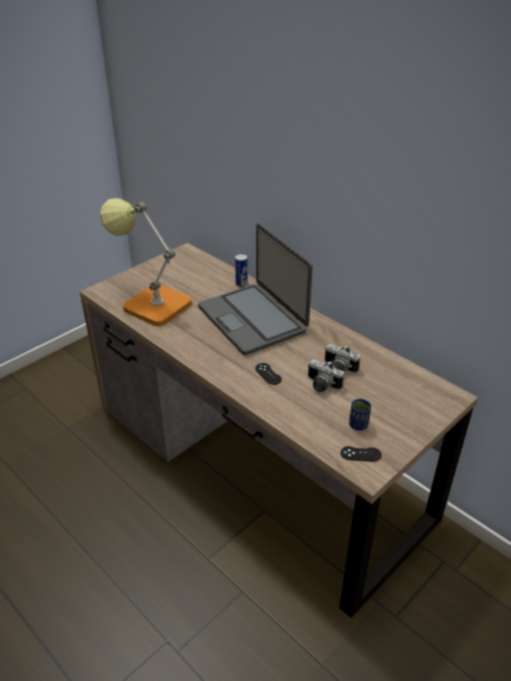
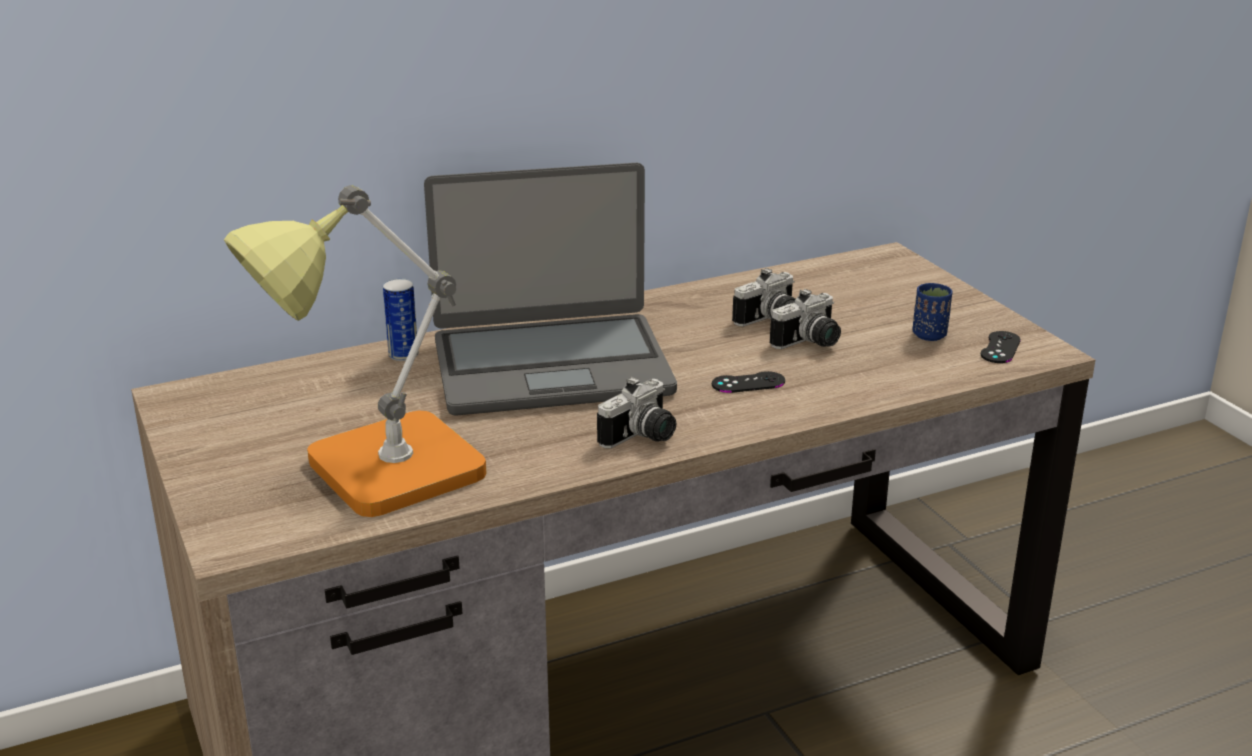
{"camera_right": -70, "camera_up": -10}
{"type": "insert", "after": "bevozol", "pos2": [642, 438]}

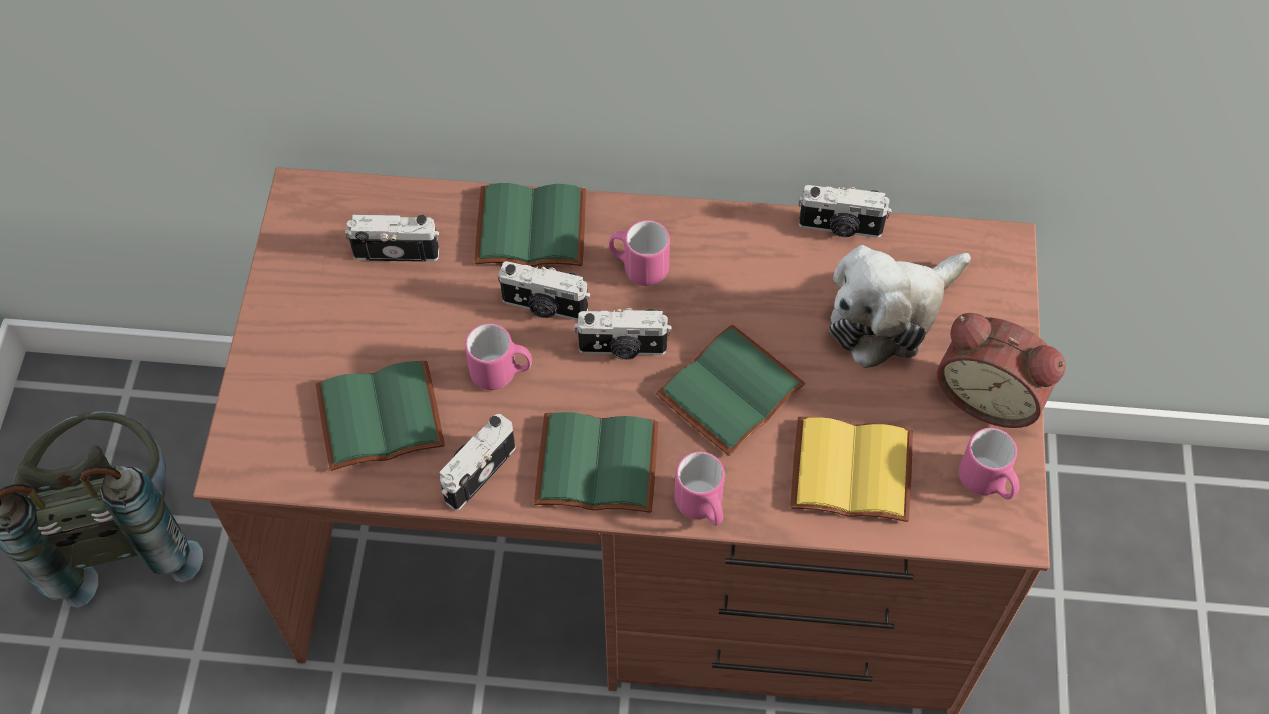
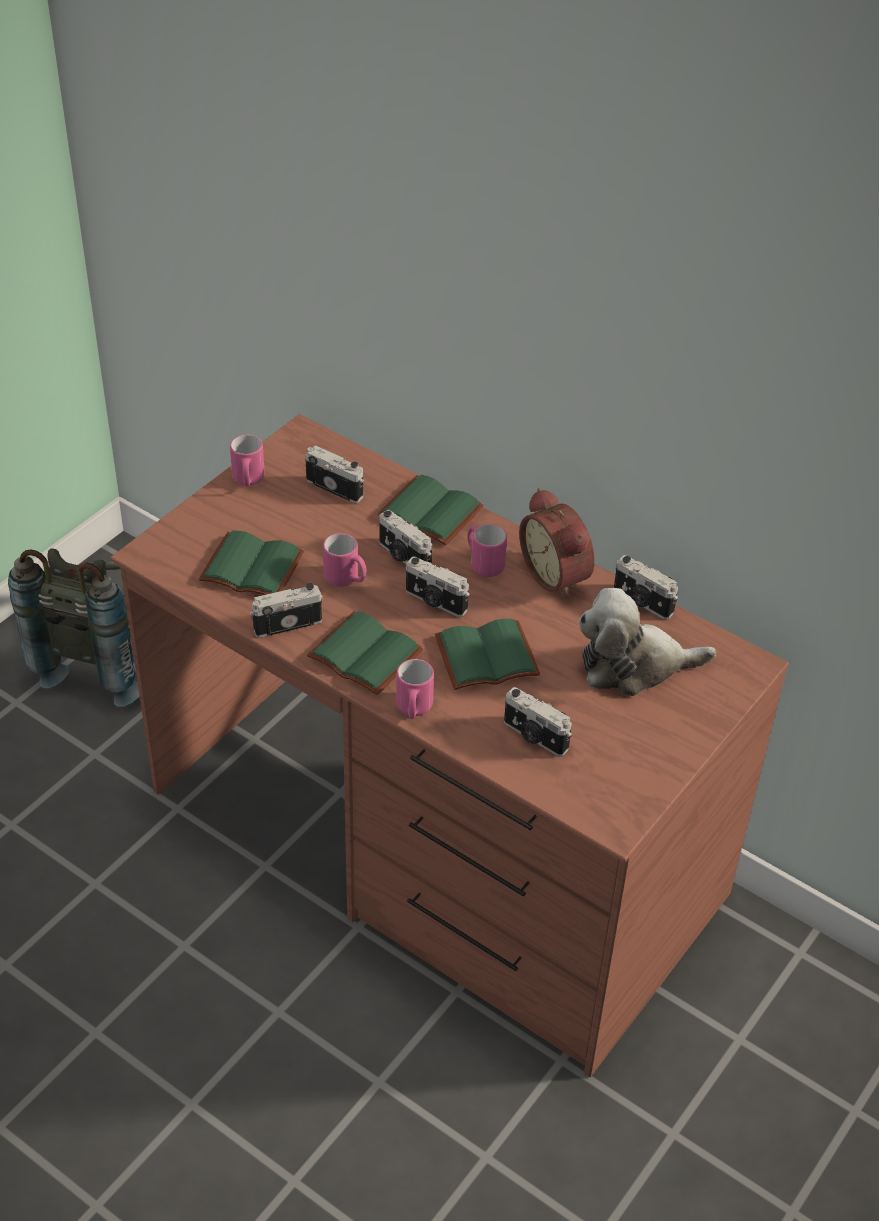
{"camera_right": 30, "camera_up": -15}
{"type": "move", "before": "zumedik", "pos1": [990, 394], "pos2": [557, 575]}
{"type": "move", "before": "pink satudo", "pos1": [987, 483], "pos2": [248, 480]}
{"type": "replace", "before": "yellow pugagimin", "after": "bevozol", "pos1": [853, 467], "pos2": [534, 737]}

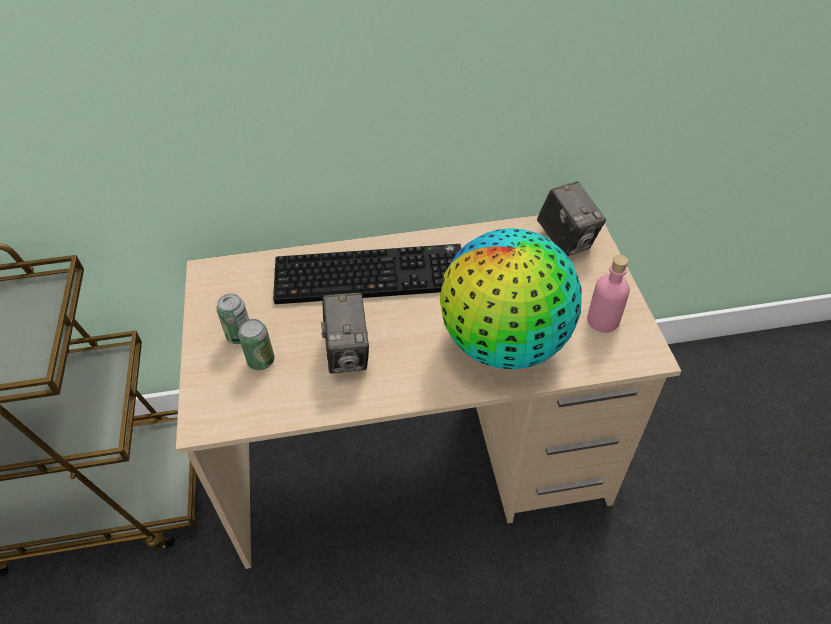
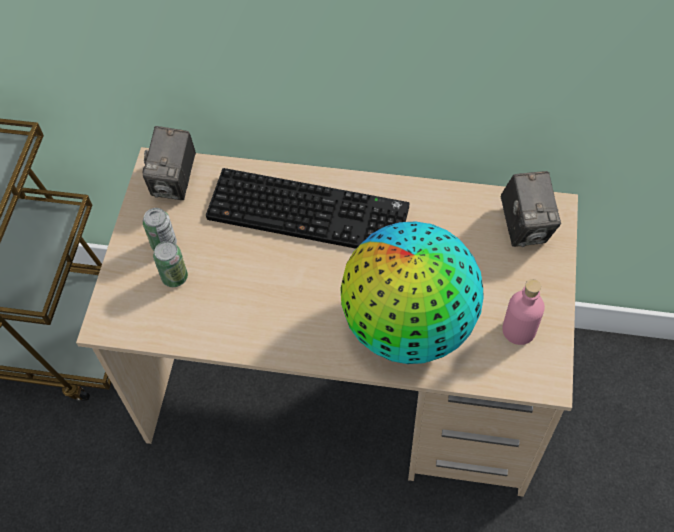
{"camera_right": 20, "camera_up": 10}
{"type": "move", "before": "bevozol", "pos1": [348, 353], "pos2": [175, 181]}

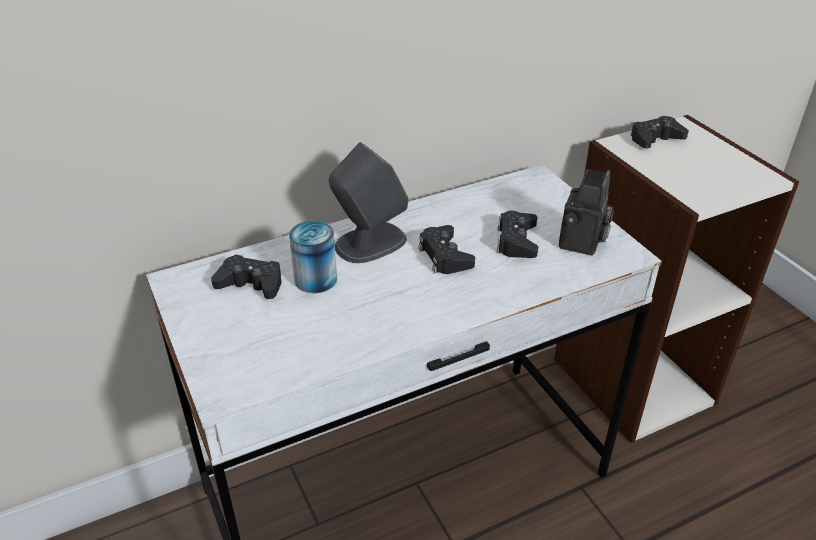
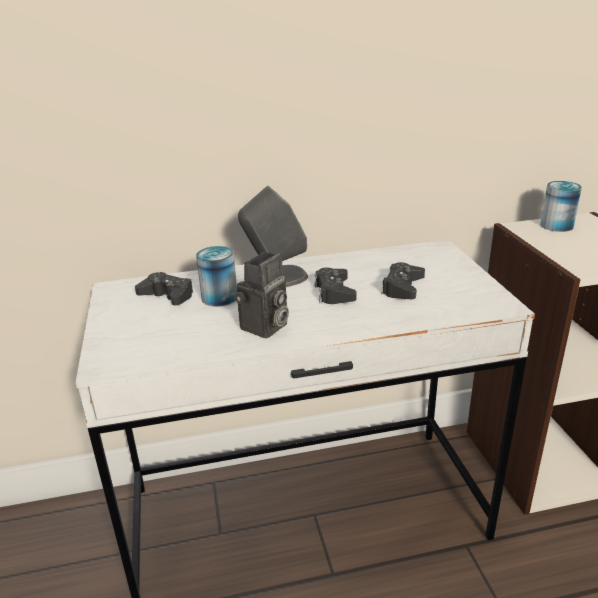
{"camera_right": 15, "camera_up": -10}
{"type": "move", "before": "bevozol", "pos1": [582, 244], "pos2": [265, 328]}
{"type": "replace", "before": "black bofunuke", "after": "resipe", "pos1": [655, 139], "pos2": [556, 225]}

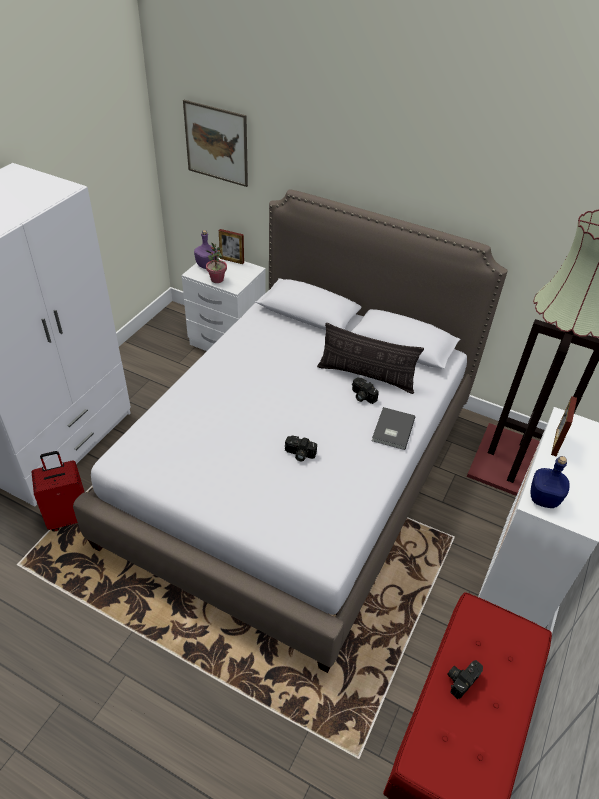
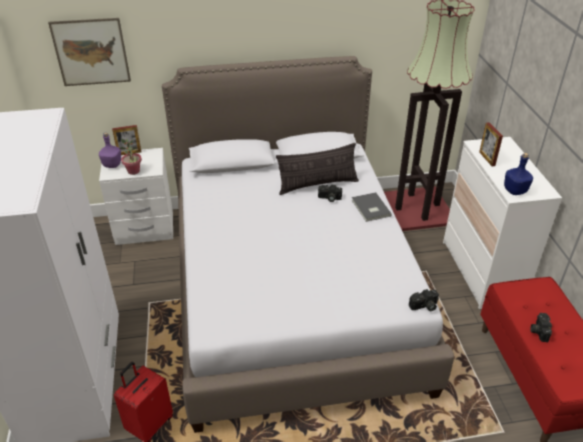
{"camera_right": -35, "camera_up": -5}
{"type": "move", "before": "bevozol", "pos1": [299, 454], "pos2": [424, 306]}

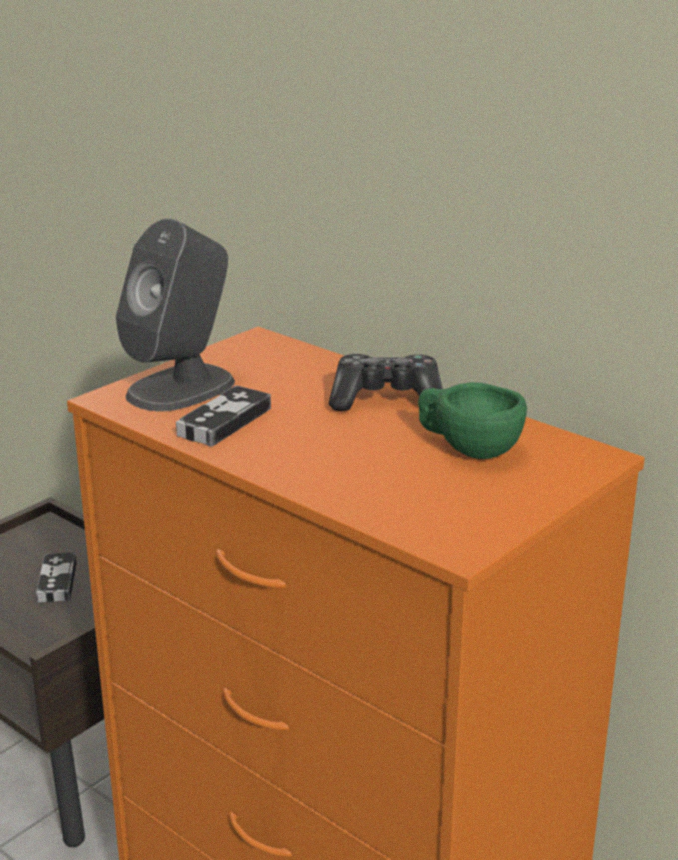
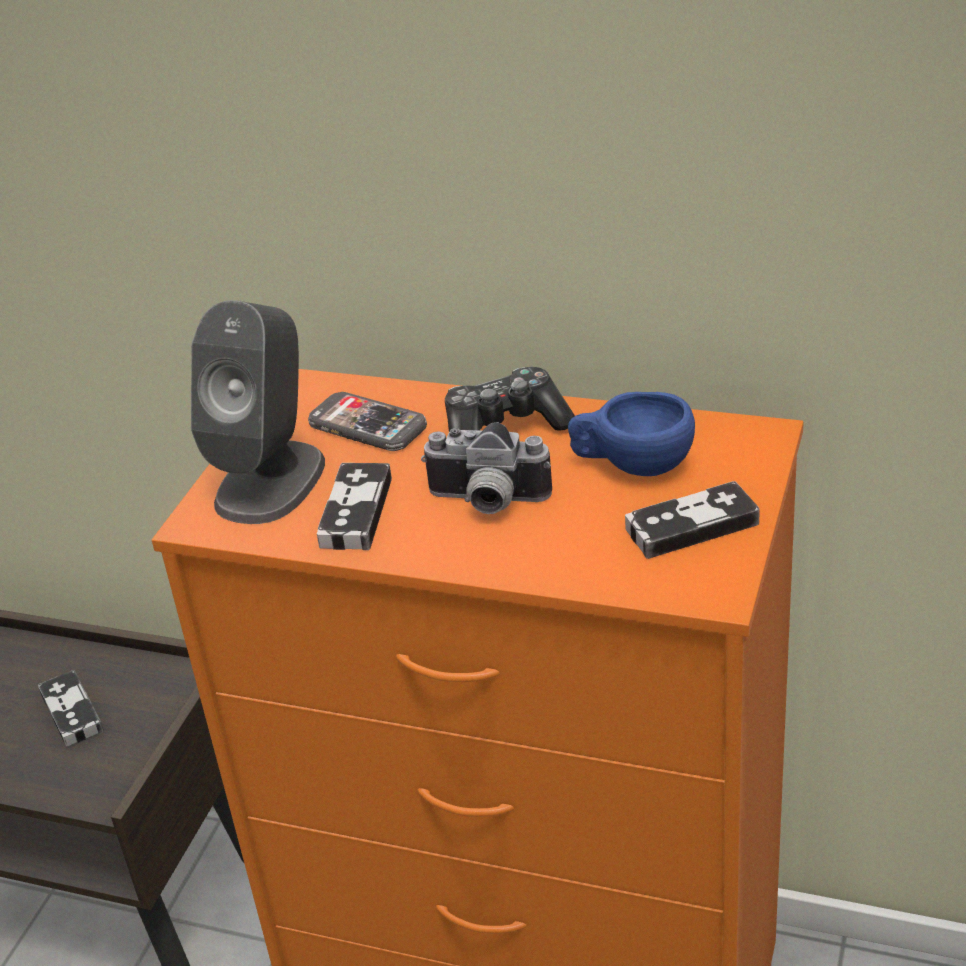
{"camera_right": -20, "camera_up": 10}
{"type": "insert", "after": "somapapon", "pos2": [367, 425]}
{"type": "insert", "after": "bevozol", "pos2": [486, 502]}
{"type": "insert", "after": "bofunuke", "pos2": [691, 526]}
{"type": "recolor", "before": "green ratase", "after": "blue ratase", "pos1": [467, 448], "pos2": [632, 465]}

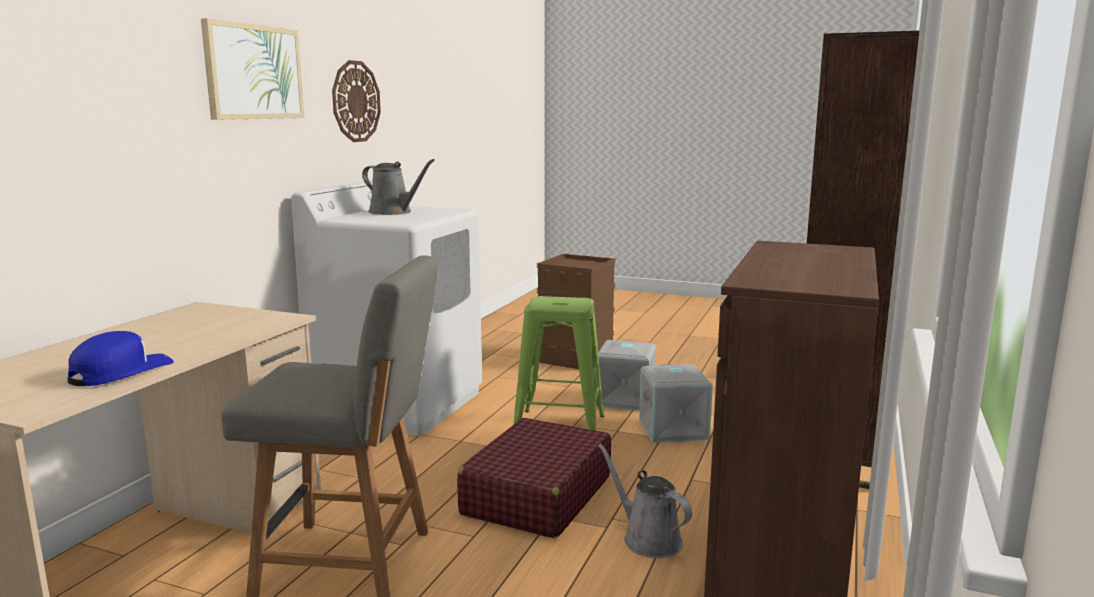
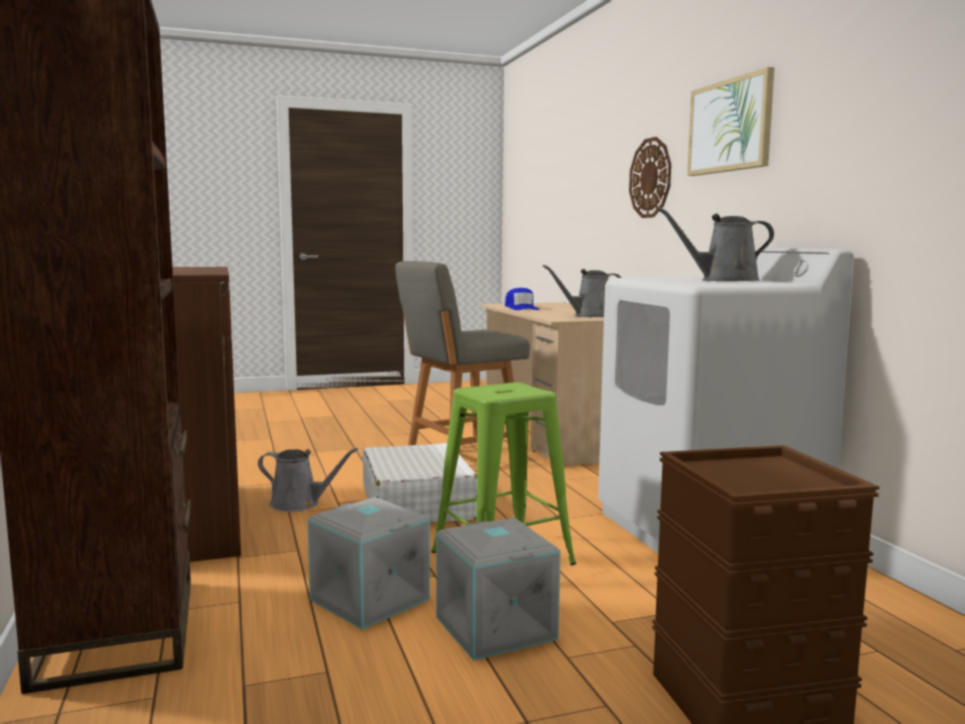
{"camera_right": 140, "camera_up": -5}
{"type": "insert", "after": "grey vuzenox", "pos2": [590, 316]}
{"type": "move", "before": "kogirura", "pos1": [356, 101], "pos2": [650, 178]}
{"type": "recolor", "before": "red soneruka", "after": "white soneruka", "pos1": [537, 496], "pos2": [417, 503]}

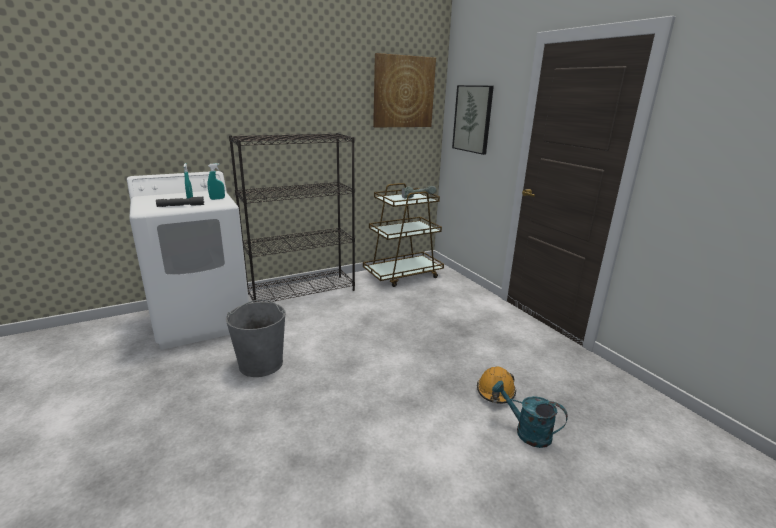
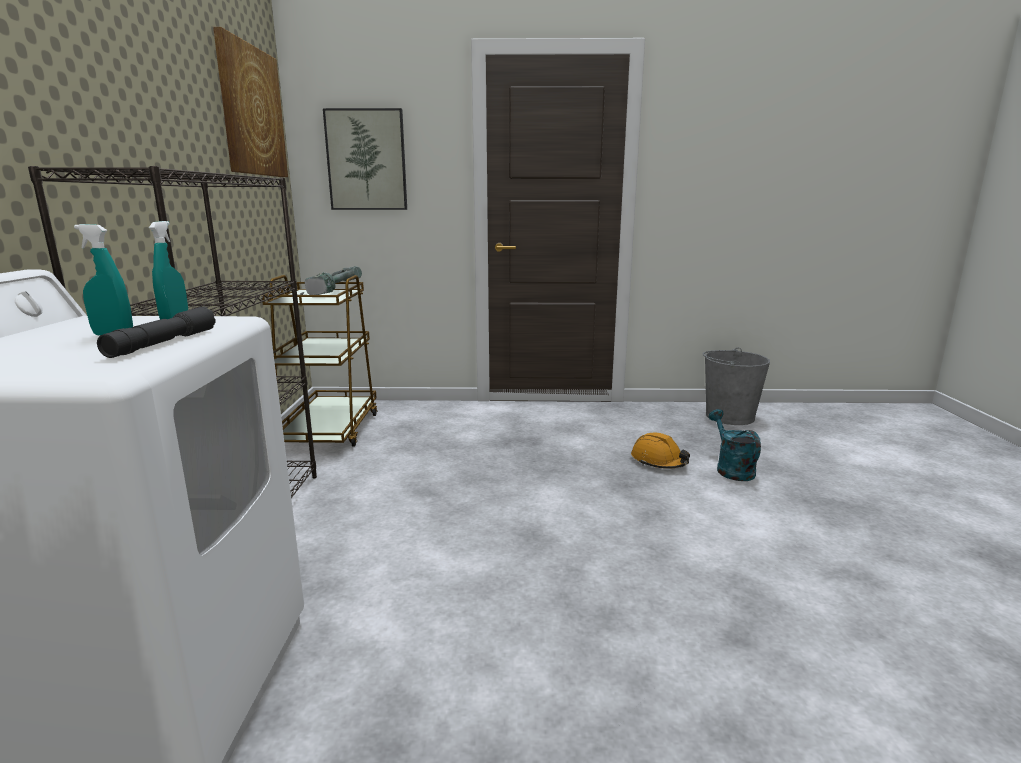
{"camera_right": -60, "camera_up": -5}
{"type": "move", "before": "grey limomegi", "pos1": [261, 363], "pos2": [729, 416]}
{"type": "rotate", "before": "turquoise vuzenox", "pos1": [526, 432], "pos2": [731, 469], "turn": 105}

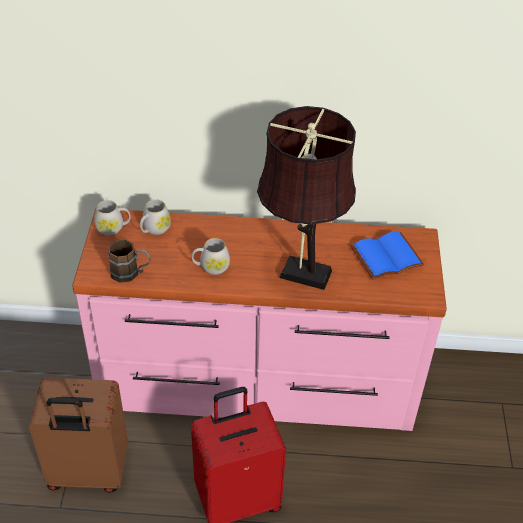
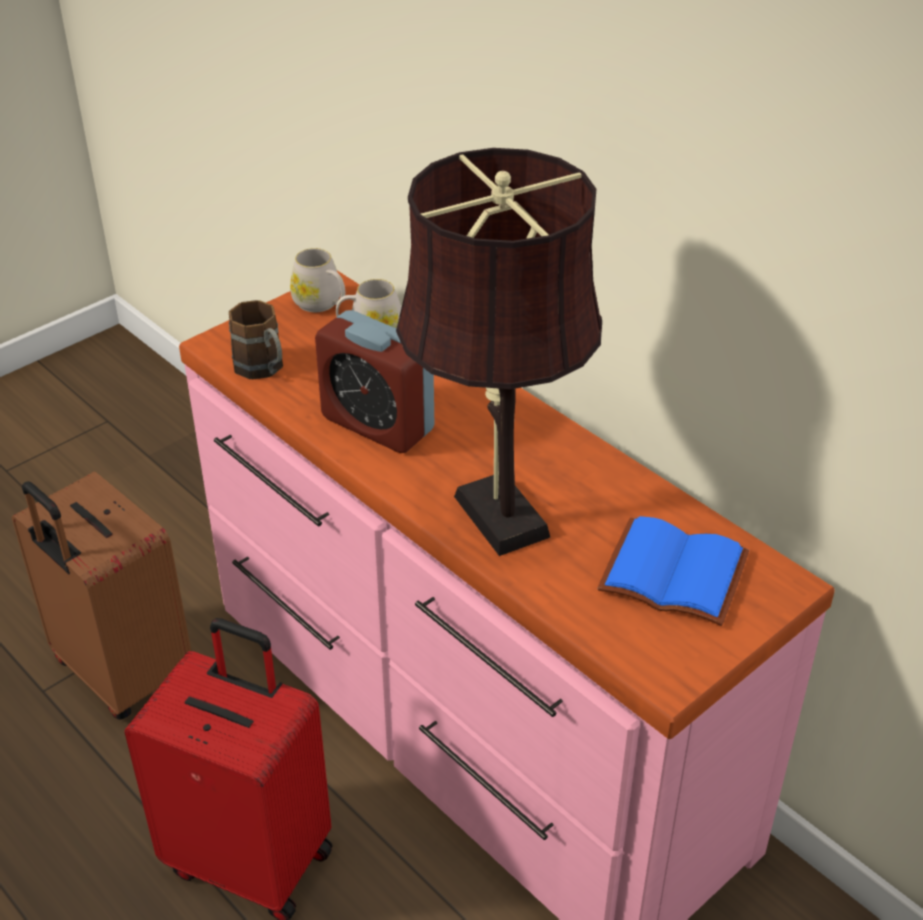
{"camera_right": 45, "camera_up": -5}
{"type": "replace", "before": "white satudo", "after": "zumedik", "pos1": [211, 267], "pos2": [377, 424]}

